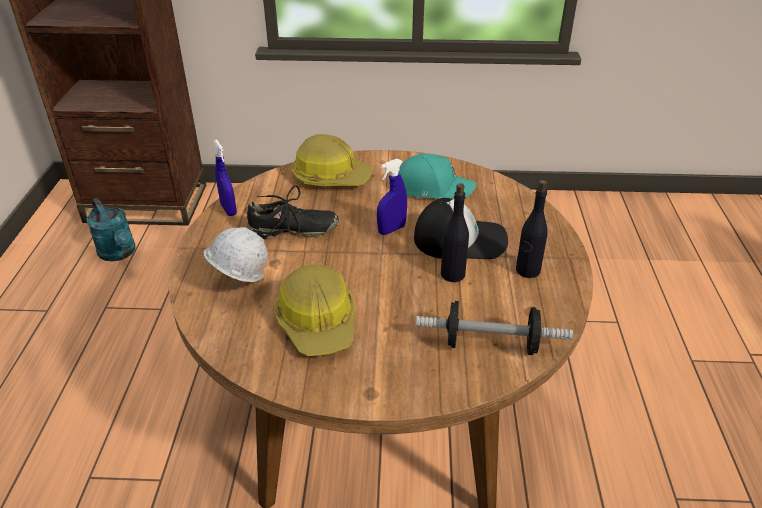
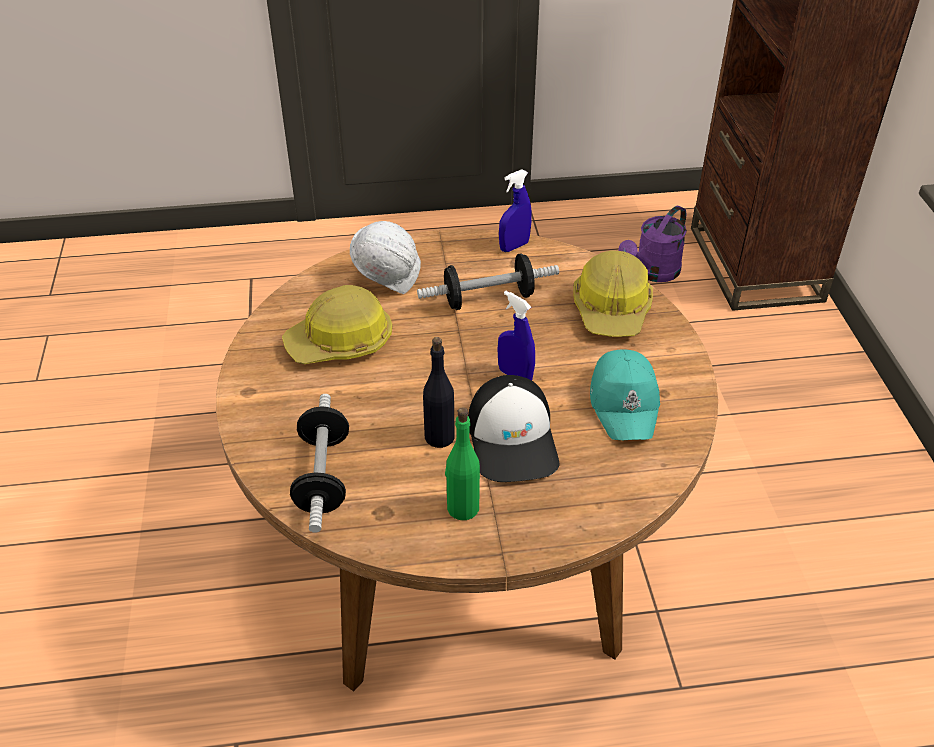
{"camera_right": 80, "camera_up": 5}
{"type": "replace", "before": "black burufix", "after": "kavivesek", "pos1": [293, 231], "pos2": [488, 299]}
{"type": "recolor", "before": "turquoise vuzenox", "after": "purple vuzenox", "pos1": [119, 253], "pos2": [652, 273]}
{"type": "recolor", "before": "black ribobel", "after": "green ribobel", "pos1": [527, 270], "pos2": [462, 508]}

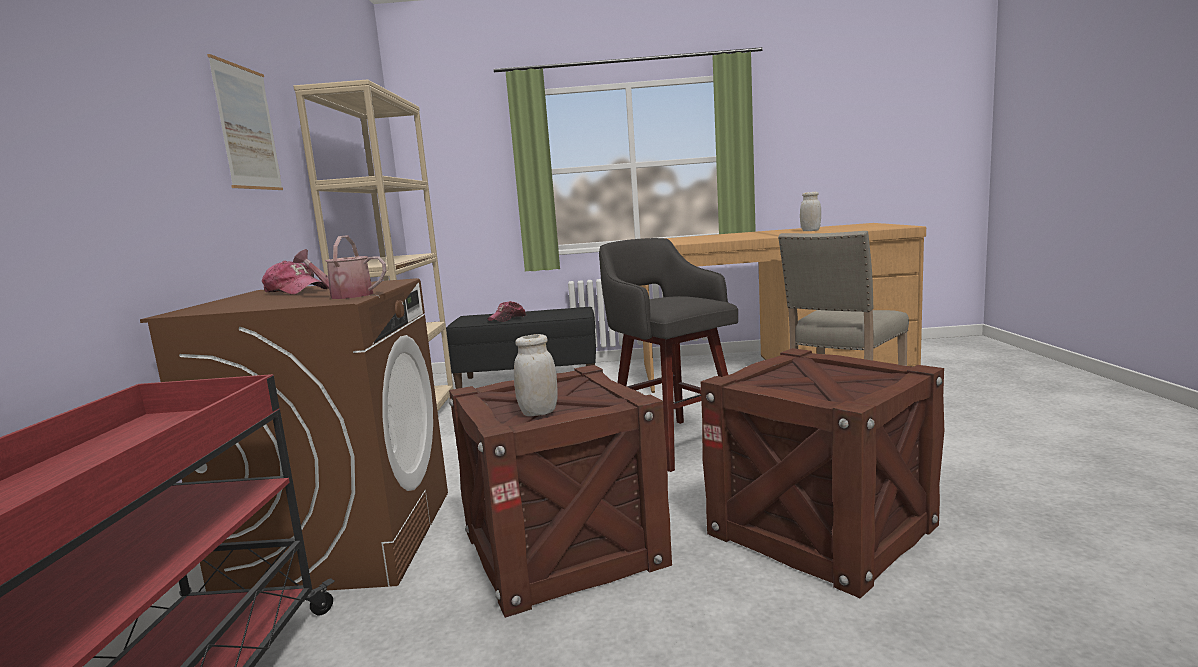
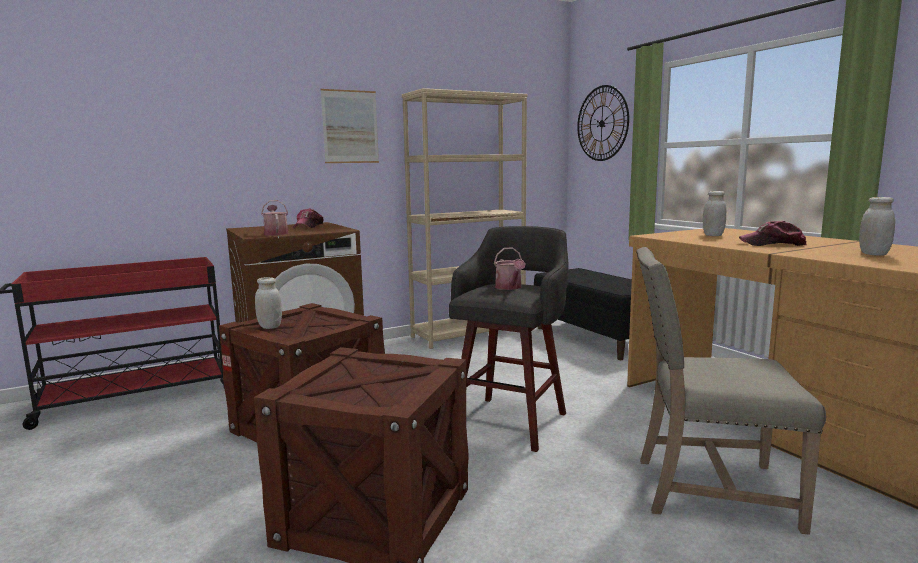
{"camera_right": 60, "camera_up": 0}
{"type": "insert", "after": "vuzenox", "pos2": [509, 287]}
{"type": "insert", "after": "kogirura", "pos2": [602, 123]}
{"type": "insert", "after": "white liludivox", "pos2": [713, 235]}
{"type": "move", "before": "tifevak", "pos1": [507, 318], "pos2": [773, 244]}

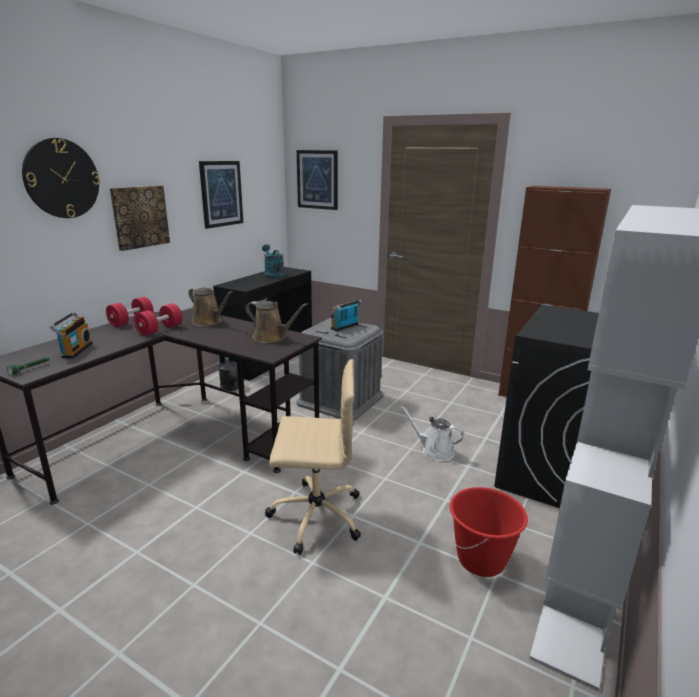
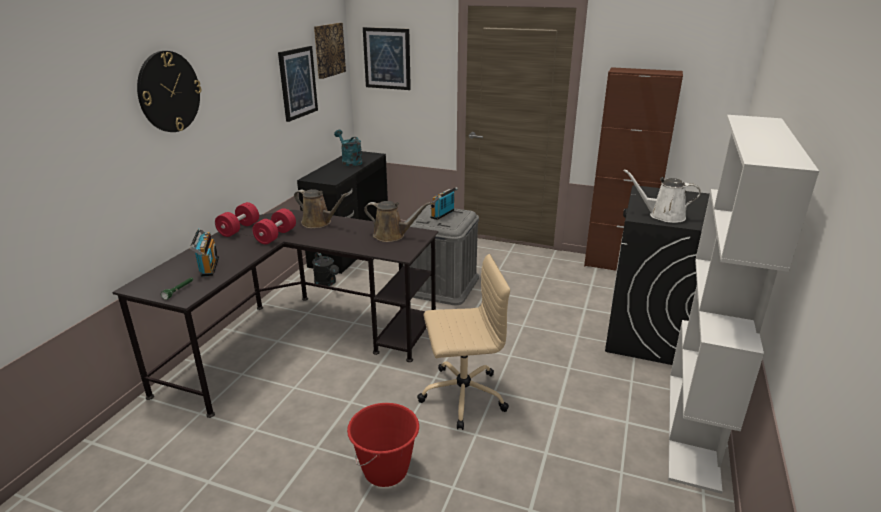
{"camera_right": -10, "camera_up": 5}
{"type": "move", "before": "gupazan", "pos1": [140, 217], "pos2": [328, 50]}
{"type": "move", "before": "white vuzenox", "pos1": [434, 451], "pos2": [663, 216]}
{"type": "move", "before": "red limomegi", "pos1": [481, 560], "pos2": [386, 470]}

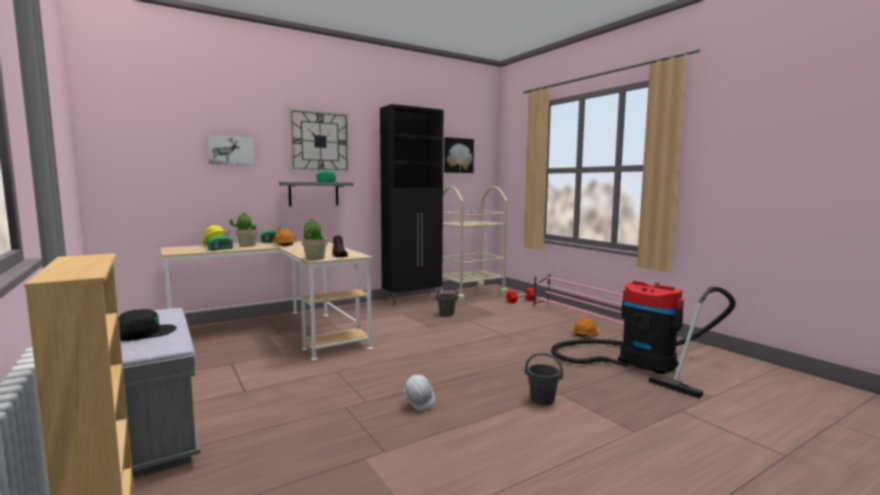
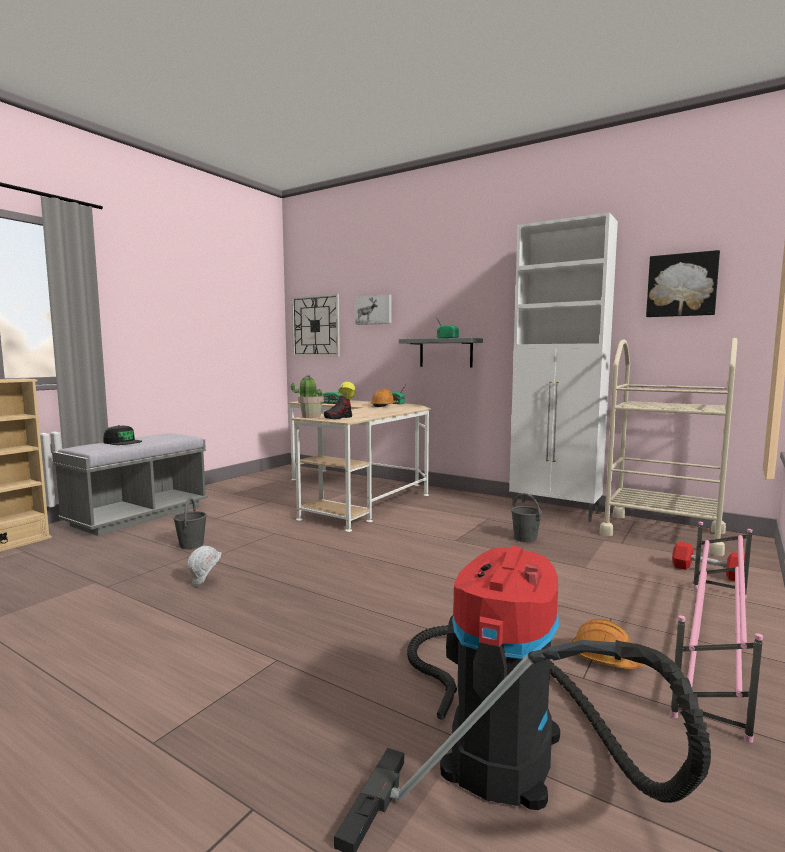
{"camera_right": 65, "camera_up": 0}
{"type": "delete", "before": "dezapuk", "pos1": [247, 245]}
{"type": "move", "before": "kogirura", "pos1": [320, 141], "pos2": [315, 326]}
{"type": "move", "before": "grey limomegi", "pos1": [543, 400], "pos2": [191, 545]}
{"type": "recolor", "before": "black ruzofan", "after": "white ruzofan", "pos1": [413, 299], "pos2": [555, 511]}

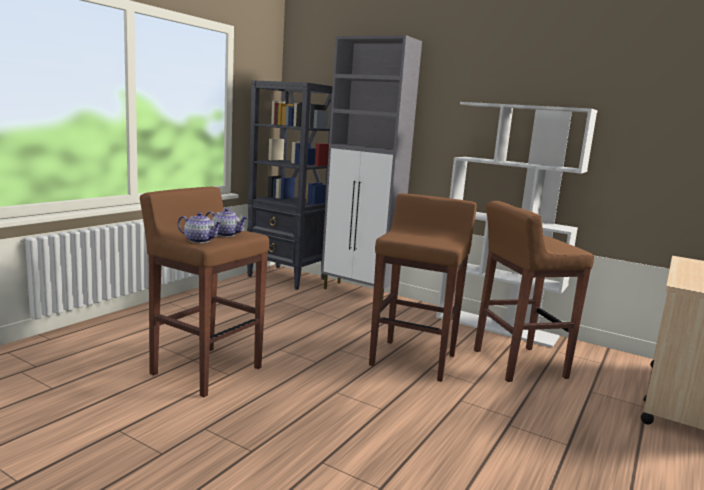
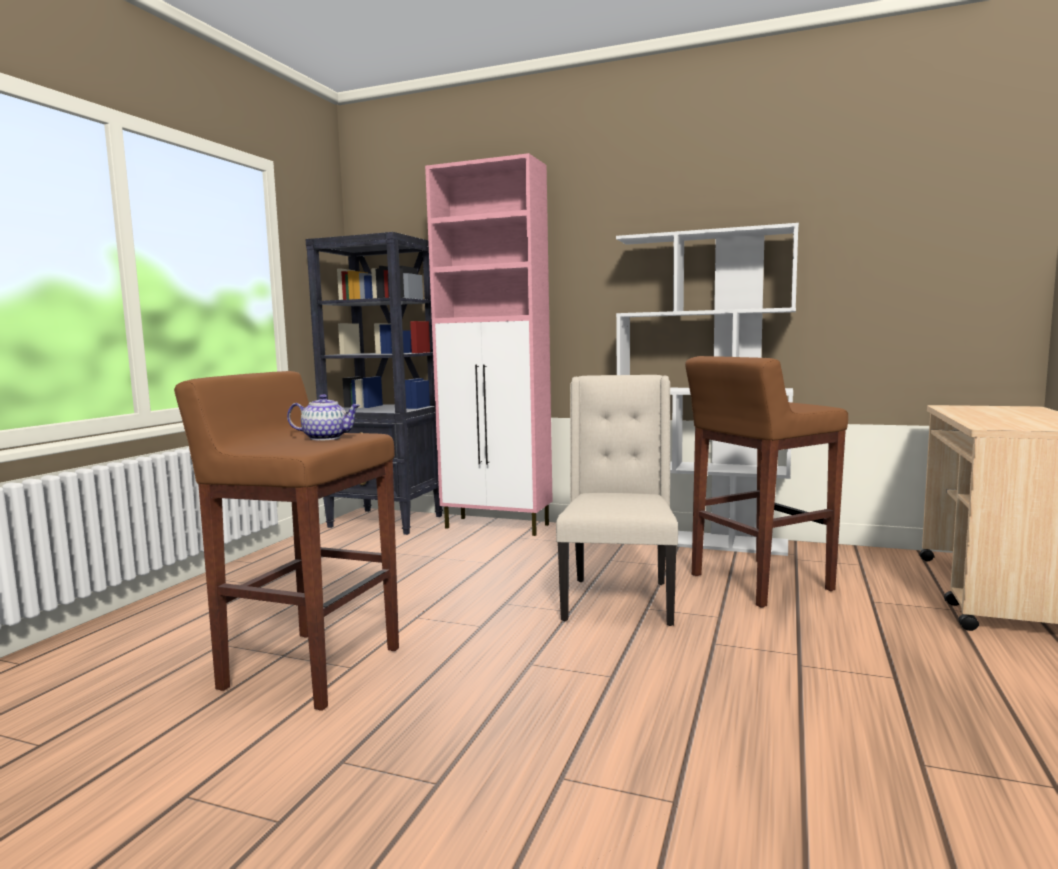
{"camera_right": -10, "camera_up": -5}
{"type": "delete", "before": "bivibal", "pos1": [199, 240]}
{"type": "replace", "before": "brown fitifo", "after": "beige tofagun", "pos1": [413, 360], "pos2": [618, 600]}
{"type": "recolor", "before": "grey ruzofan", "after": "pink ruzofan", "pos1": [359, 293], "pos2": [498, 526]}

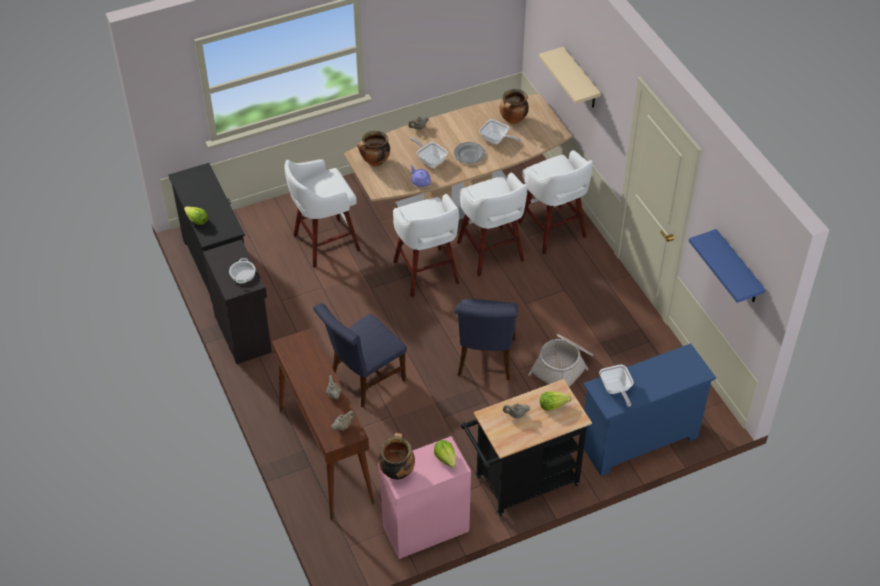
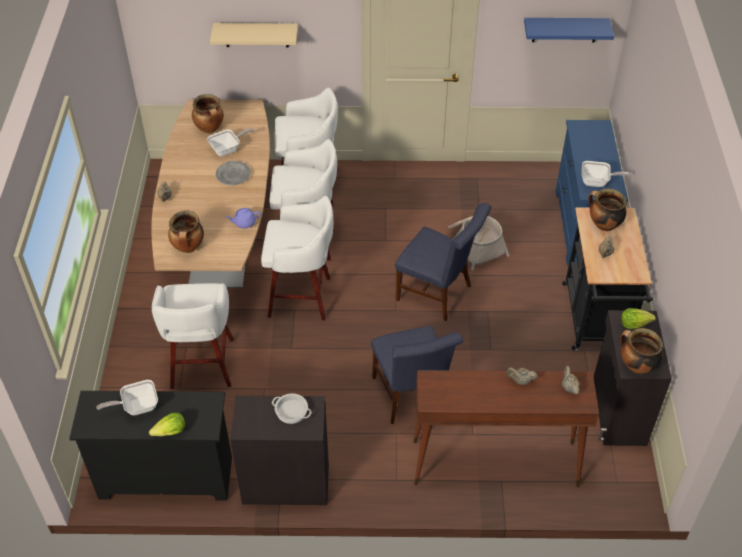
{"camera_right": -65, "camera_up": 0}
{"type": "move", "before": "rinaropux", "pos1": [430, 160], "pos2": [137, 406]}
{"type": "replace", "before": "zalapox", "after": "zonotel", "pos1": [552, 404], "pos2": [603, 225]}
{"type": "recolor", "before": "pink ruzofan", "after": "black ruzofan", "pos1": [424, 528], "pos2": [617, 412]}

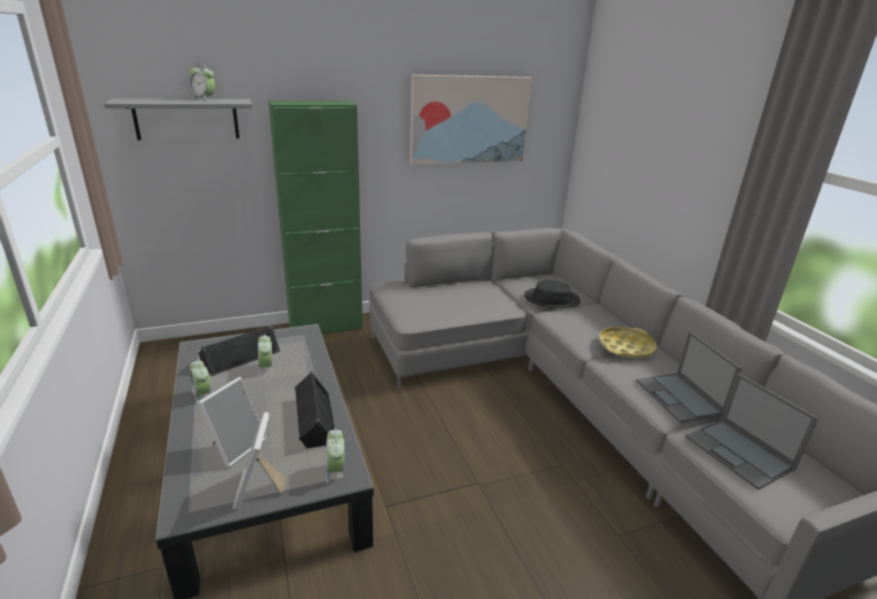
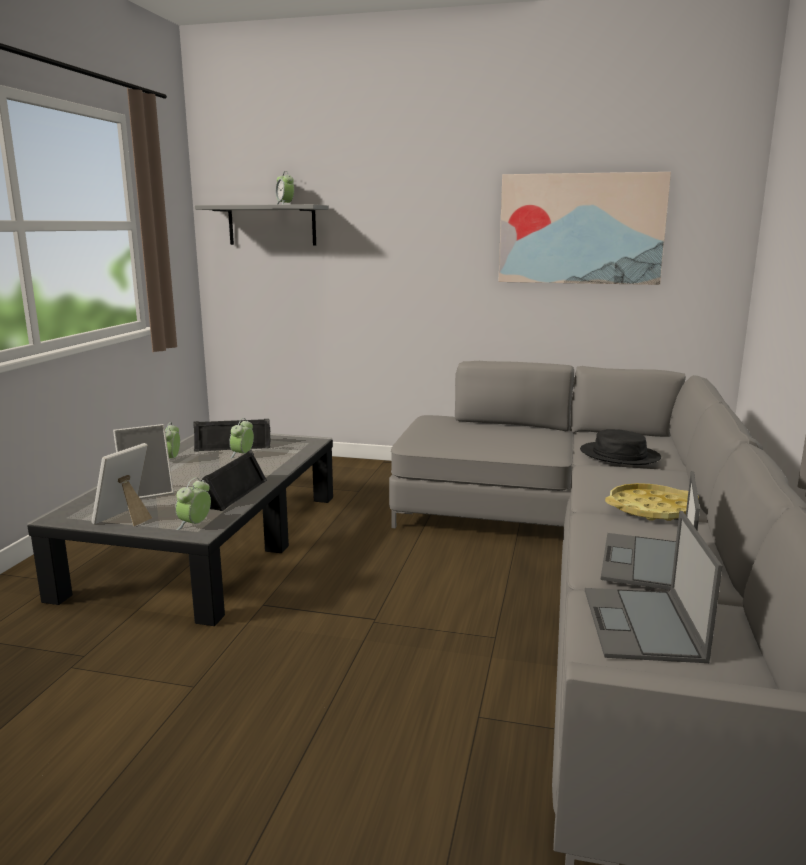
{"camera_right": 35, "camera_up": -10}
{"type": "delete", "before": "green ruzofan", "pos1": [326, 327]}

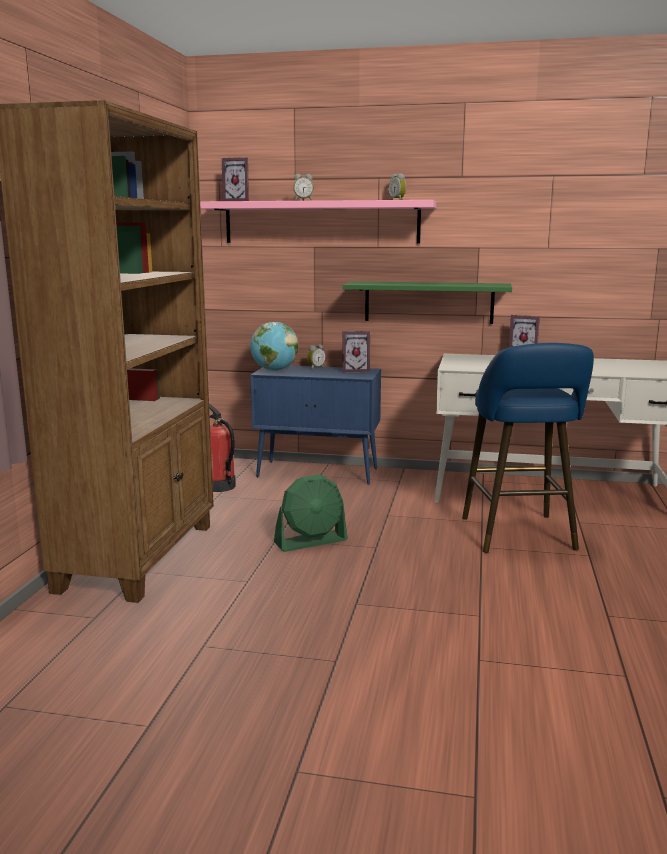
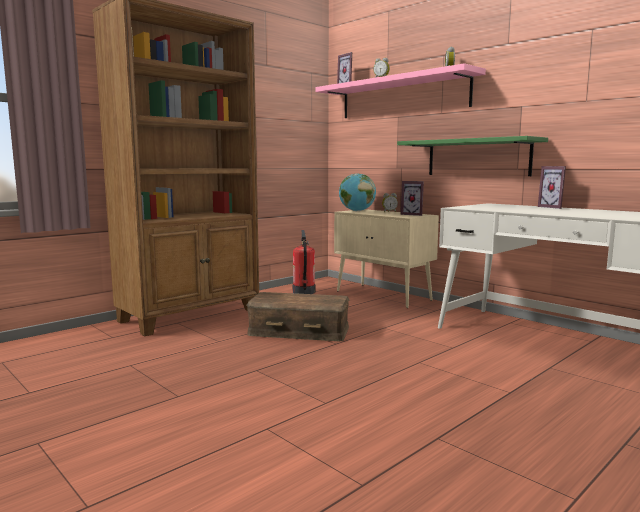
{"camera_right": 35, "camera_up": -5}
{"type": "delete", "before": "blue fitifo", "pos1": [520, 536]}
{"type": "replace", "before": "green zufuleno", "after": "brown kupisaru", "pos1": [311, 541], "pos2": [299, 330]}
{"type": "recolor", "before": "blue ruzofan", "after": "beige ruzofan", "pos1": [319, 472], "pos2": [383, 296]}

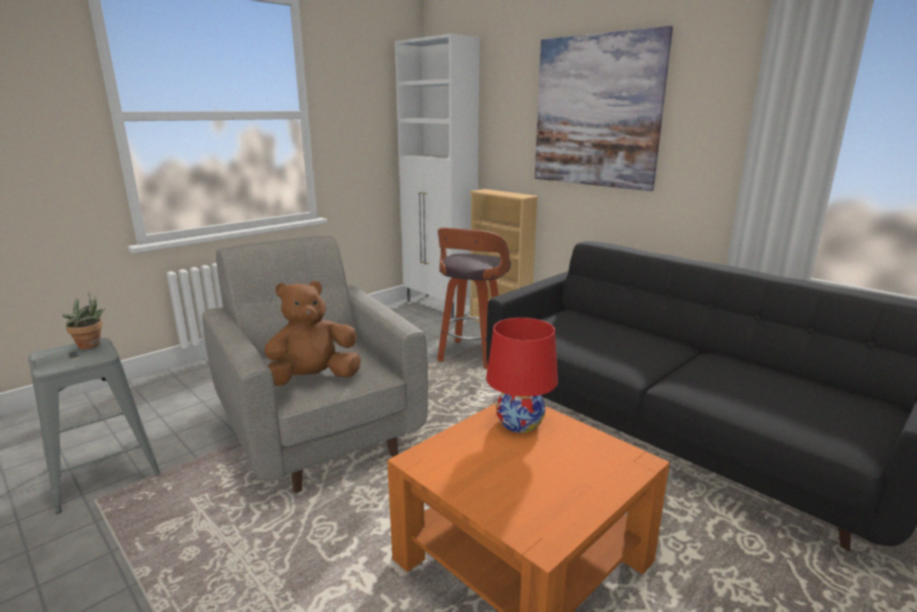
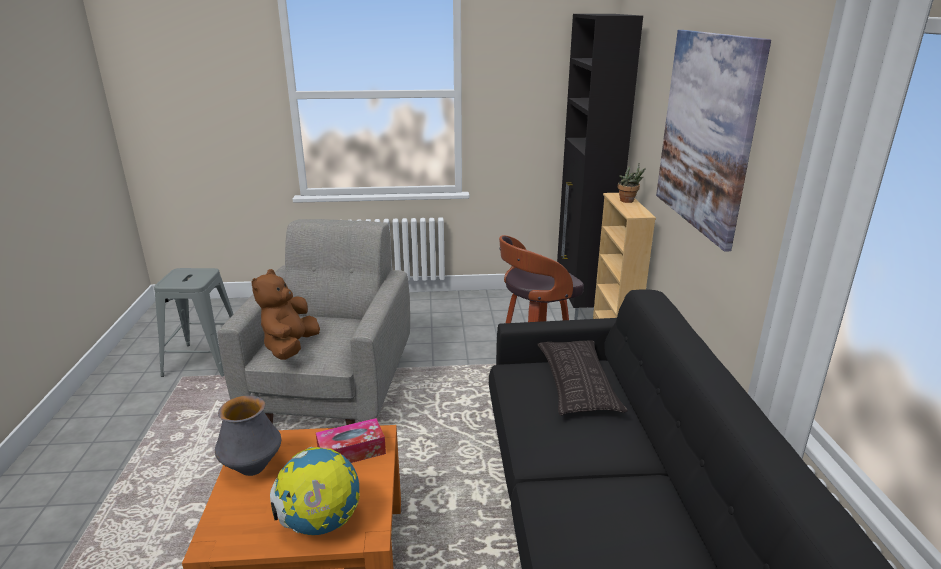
{"camera_right": 40, "camera_up": 5}
{"type": "insert", "after": "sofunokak", "pos2": [252, 468]}
{"type": "insert", "after": "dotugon", "pos2": [320, 523]}
{"type": "insert", "after": "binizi", "pos2": [577, 383]}
{"type": "move", "before": "dezapuk", "pos1": [92, 345], "pos2": [628, 201]}
{"type": "replace", "before": "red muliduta", "after": "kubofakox", "pos1": [519, 422], "pos2": [351, 451]}
{"type": "recolor", "before": "white ruzofan", "after": "black ruzofan", "pos1": [439, 306], "pos2": [581, 306]}
{"type": "rotate", "before": "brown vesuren", "pos1": [313, 379], "pos2": [290, 347], "turn": -90}

